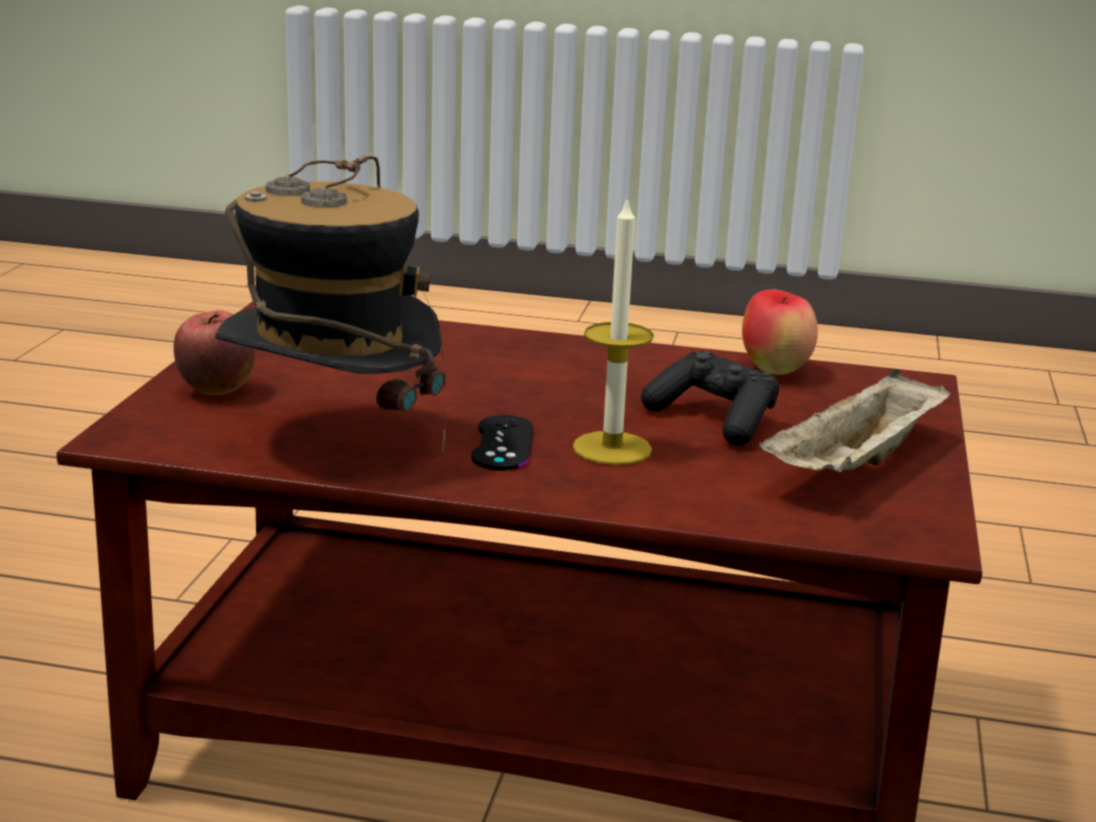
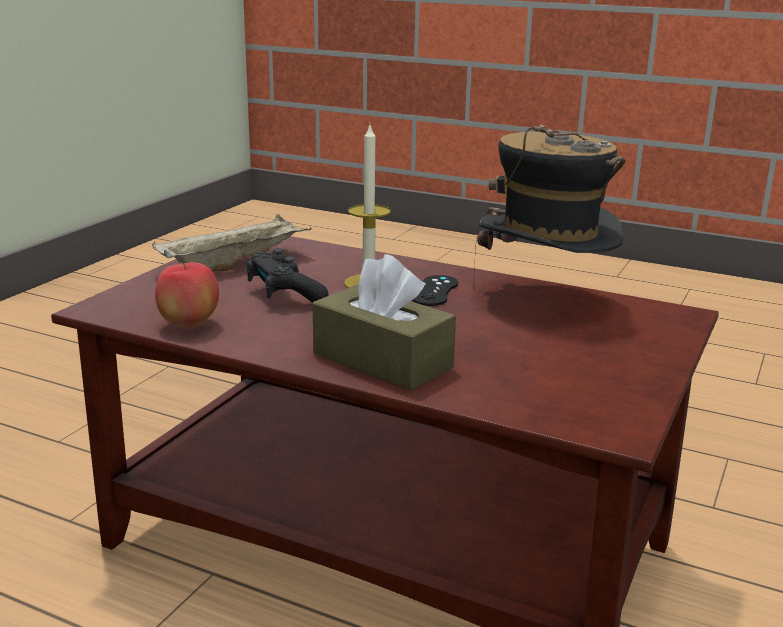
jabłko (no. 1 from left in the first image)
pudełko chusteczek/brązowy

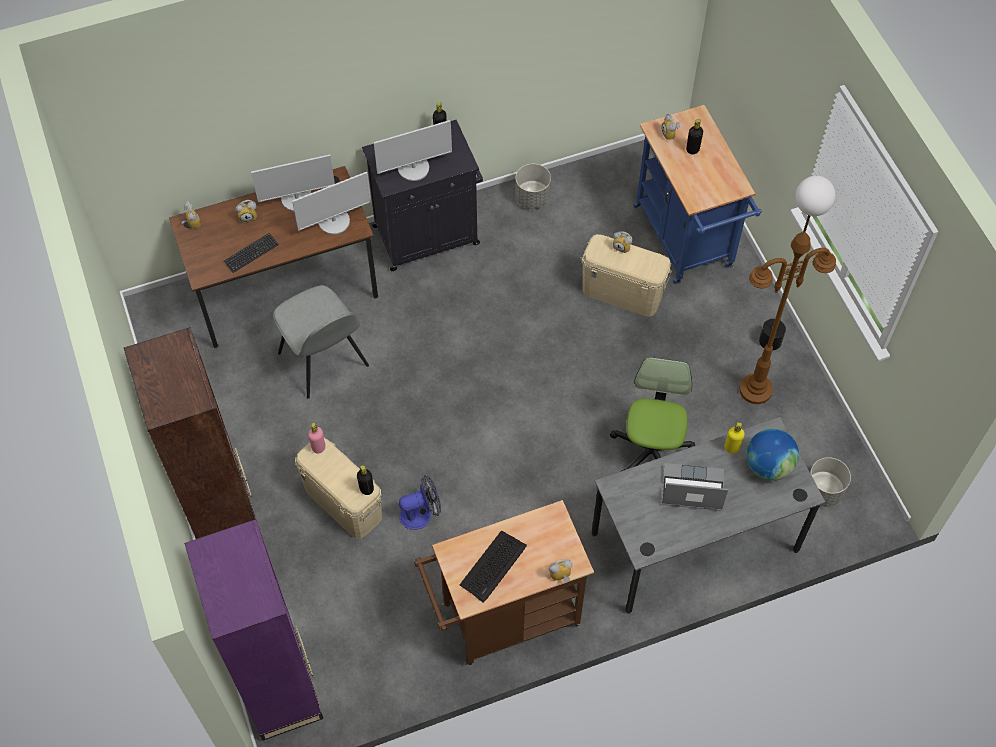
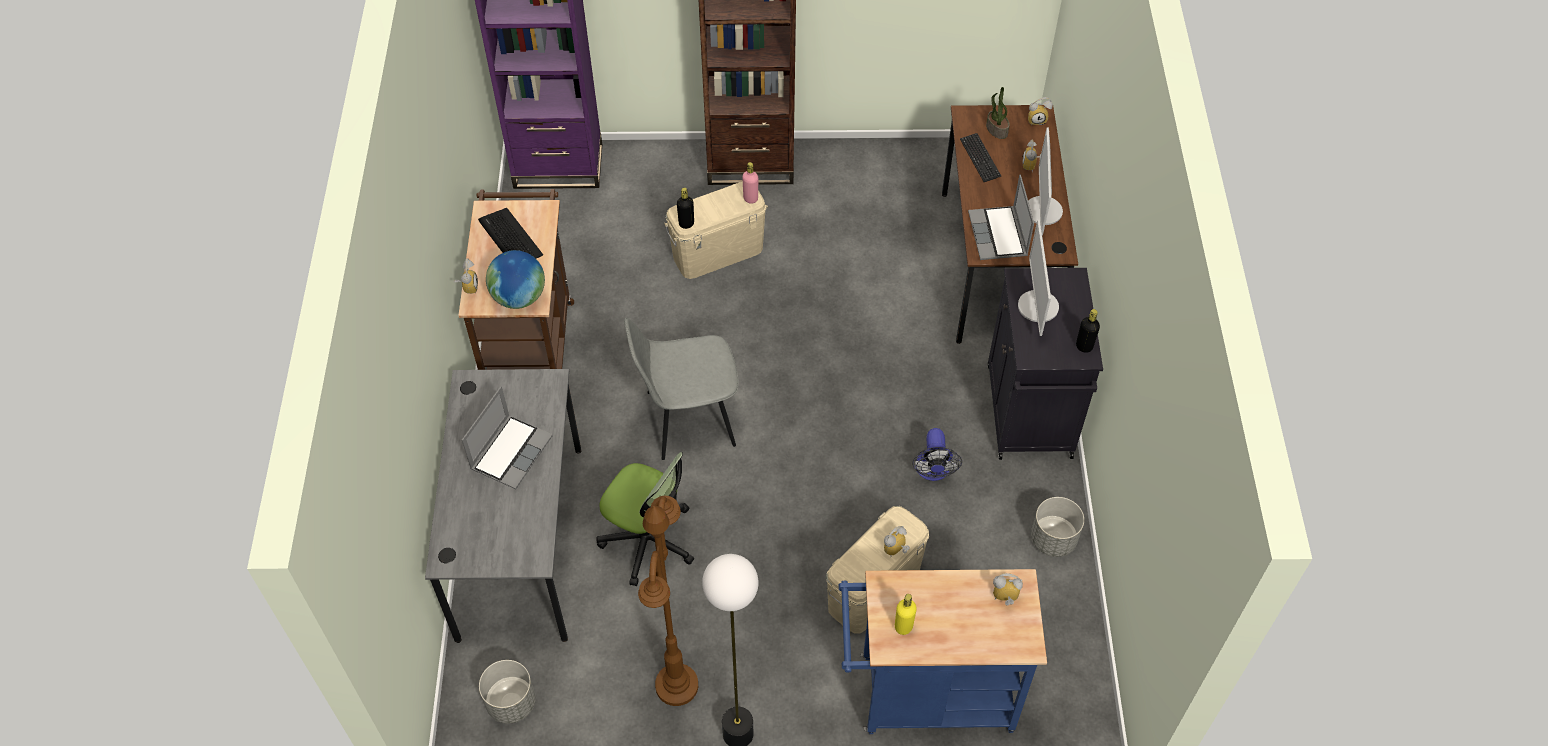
butelka/czarny (no. 3 from left in the first image)
roślina doniczkowa
krzesło/szary
wentylator
butelka/żółty
globus
laptop (no. 2 from left)

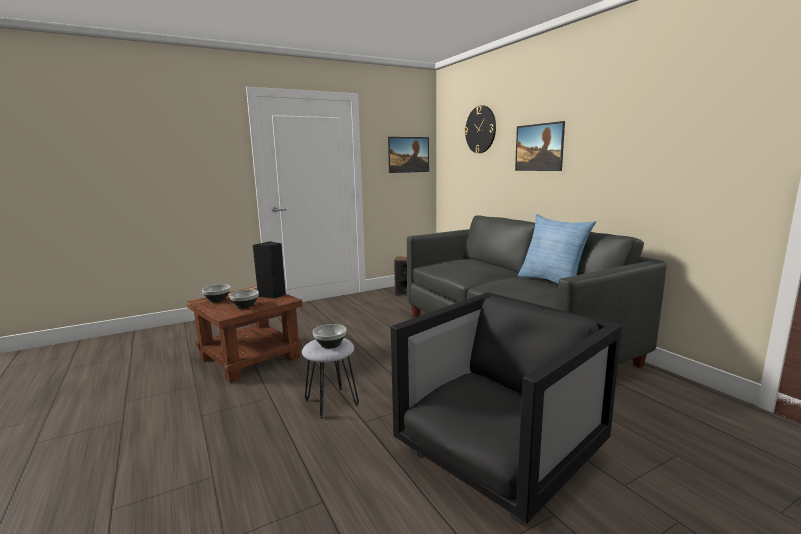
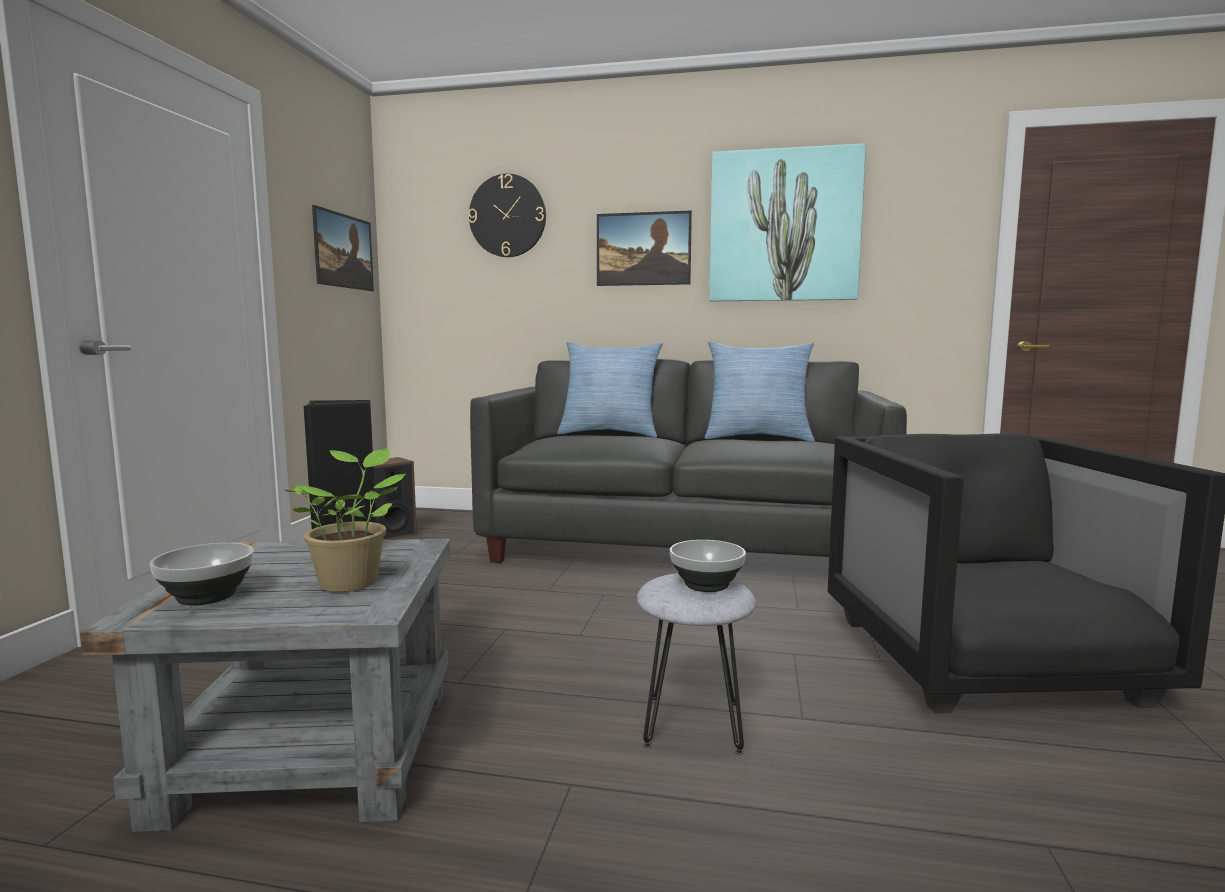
poduszka (no. 1 from left)
obraz (no. 3 from left)
roślina doniczkowa
stolik/szary

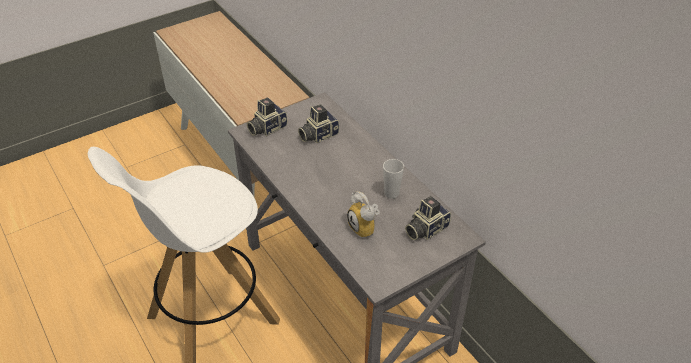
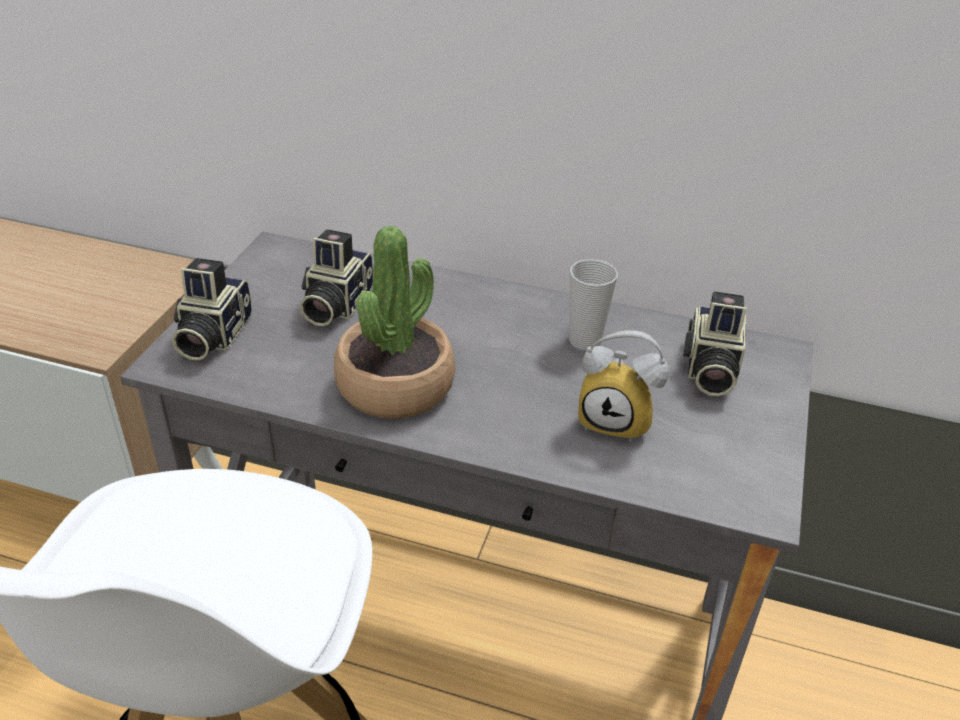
roślina doniczkowa

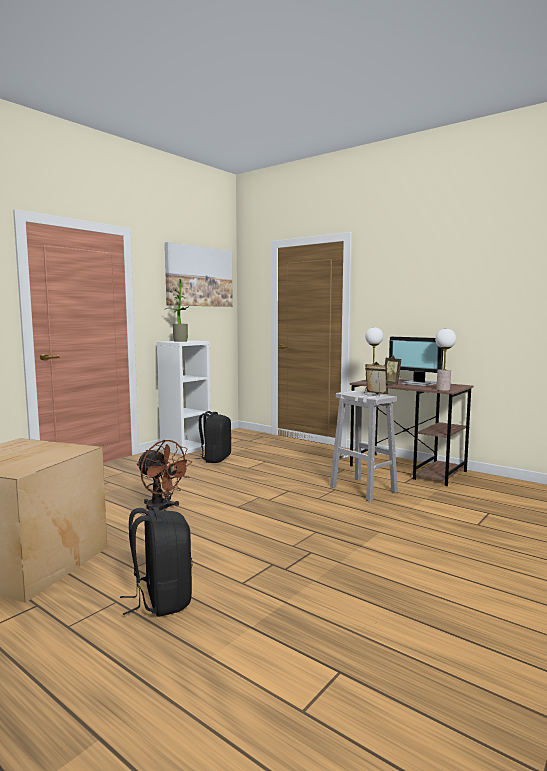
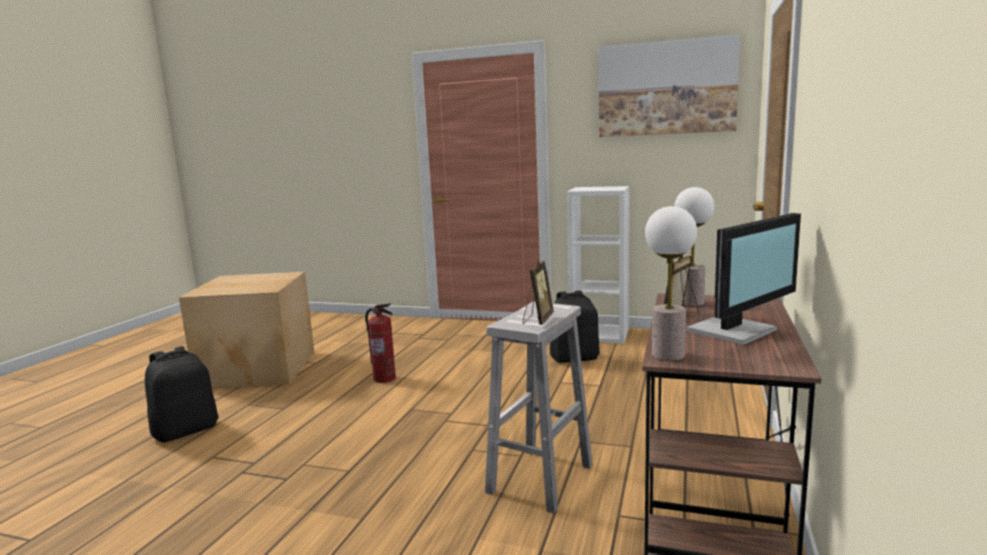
roślina doniczkowa
gaśnica
monitor

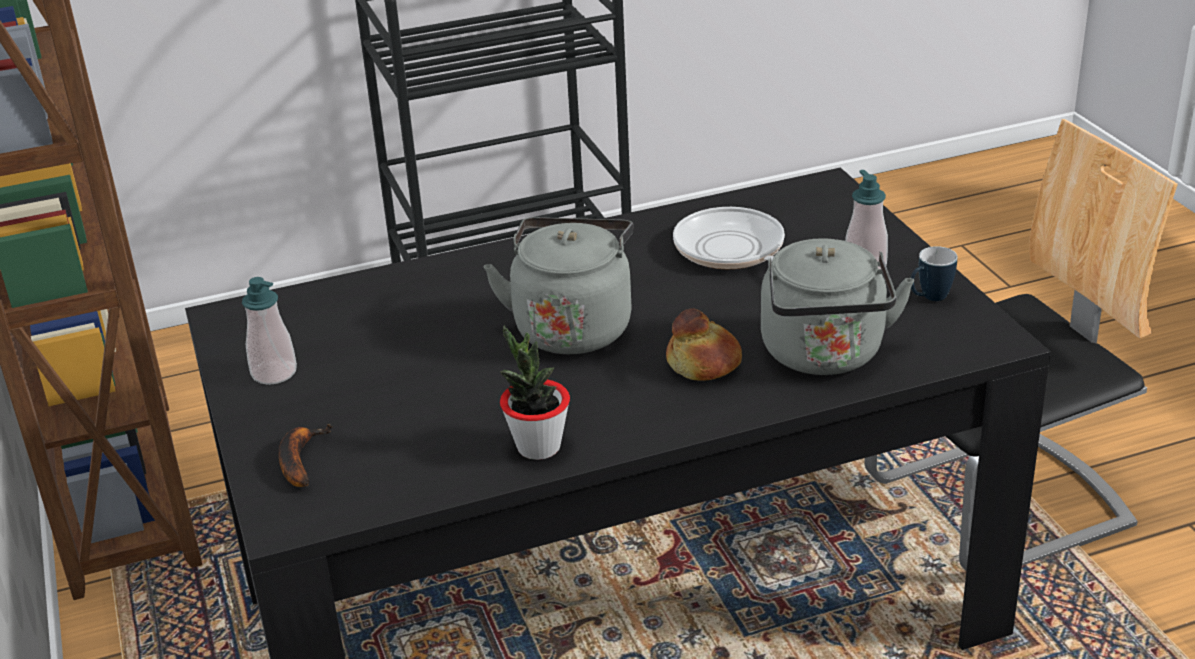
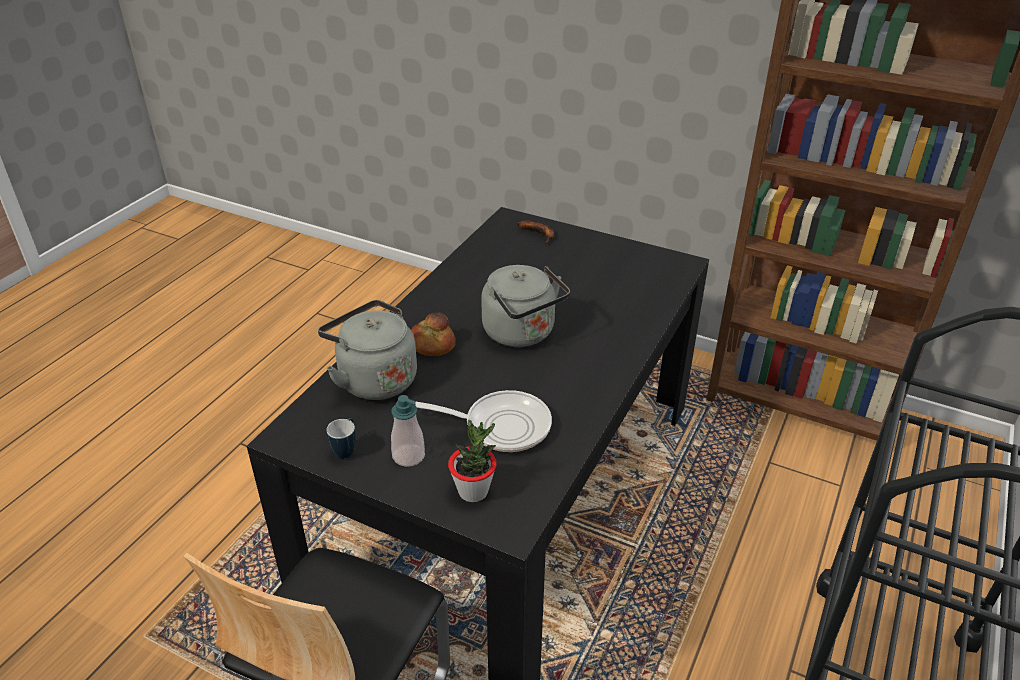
dozownik mydła (no. 1 from left in the first image)
roślina doniczkowa

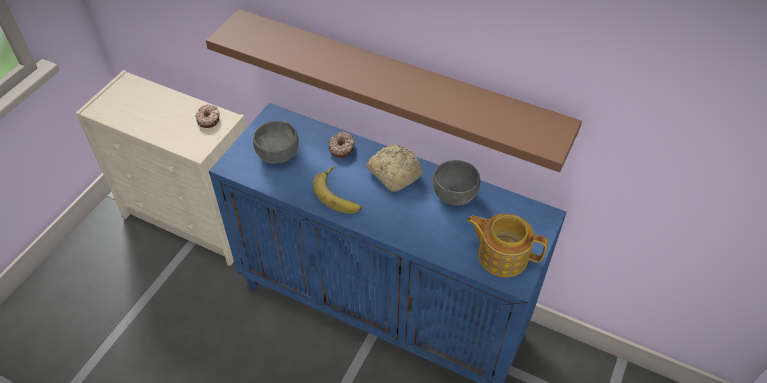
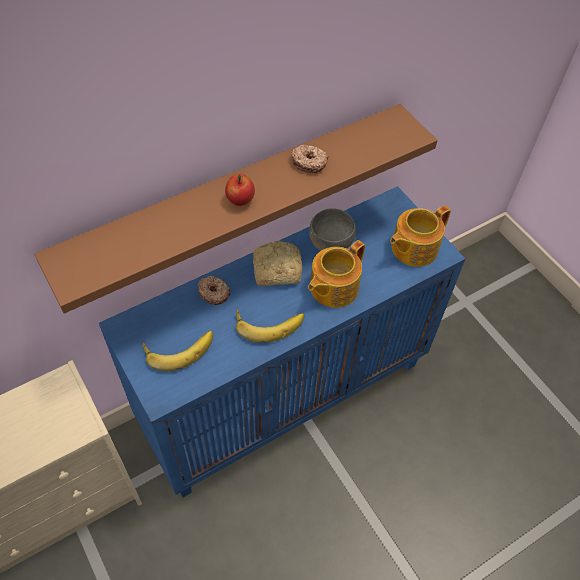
jabłko
imbryk (no. 1 from left)
donut (no. 2 from left)
banan (no. 1 from left)

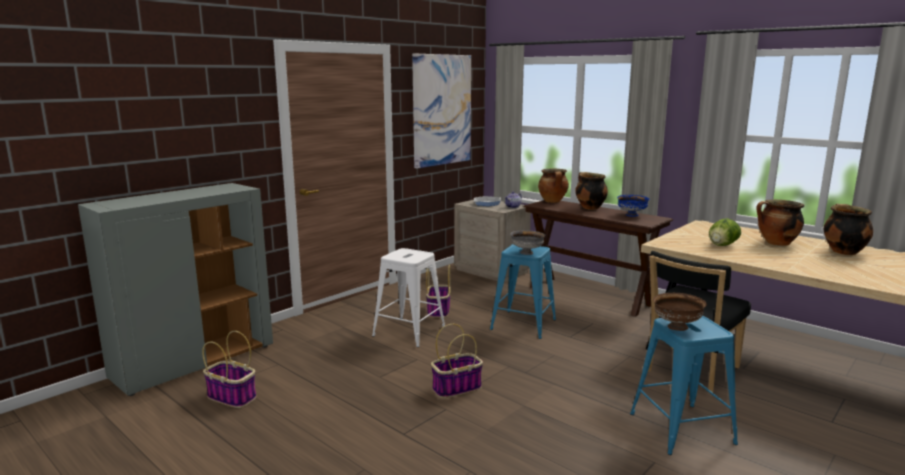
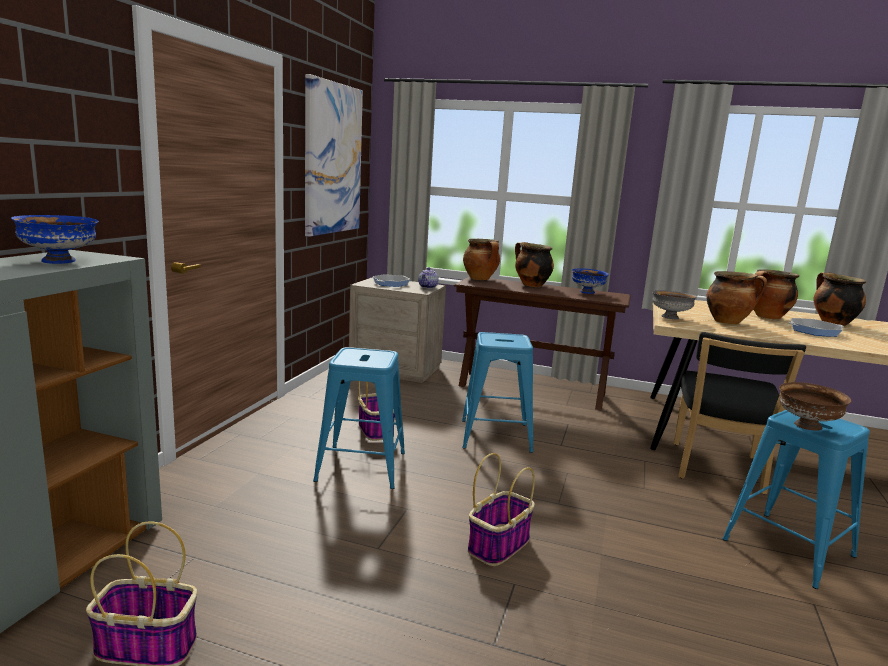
miska/niebieski (no. 1 from left)
patelnia (no. 2 from left)
miska/szary
garnek (no. 3 from left)
stołek/niebieski (no. 1 from left)

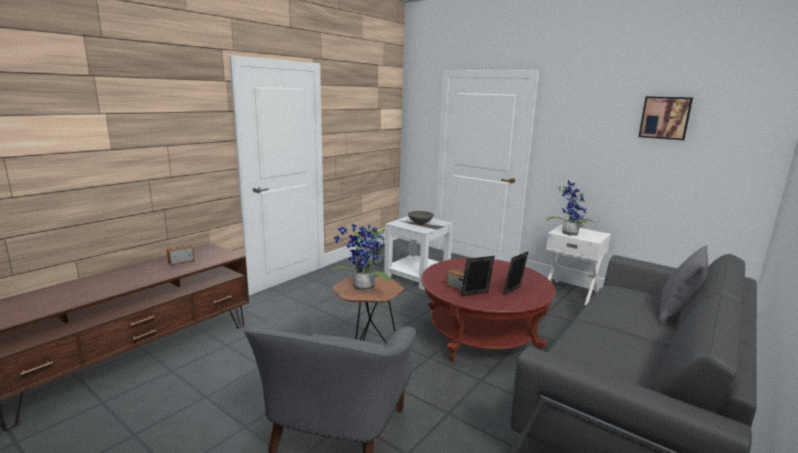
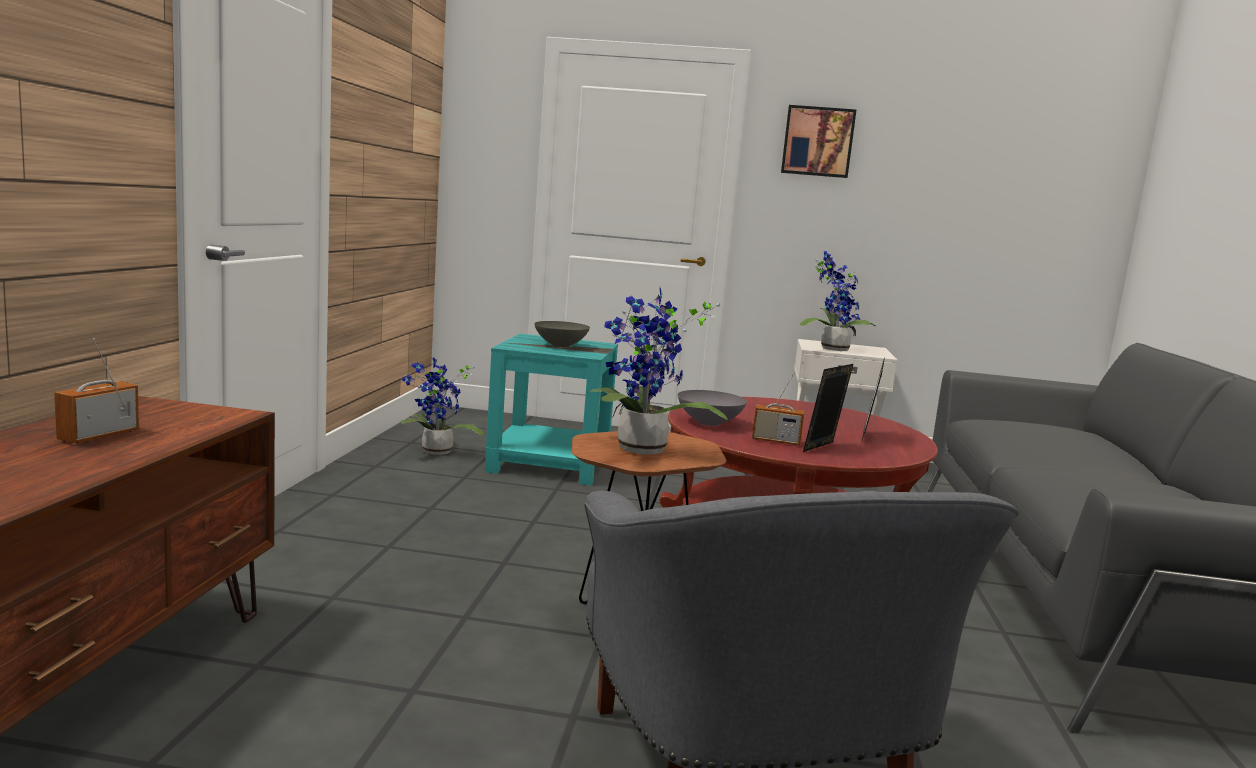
poduszka/szary
miska/szary (no. 2 from left)
obraz
stolik/turkusowy

